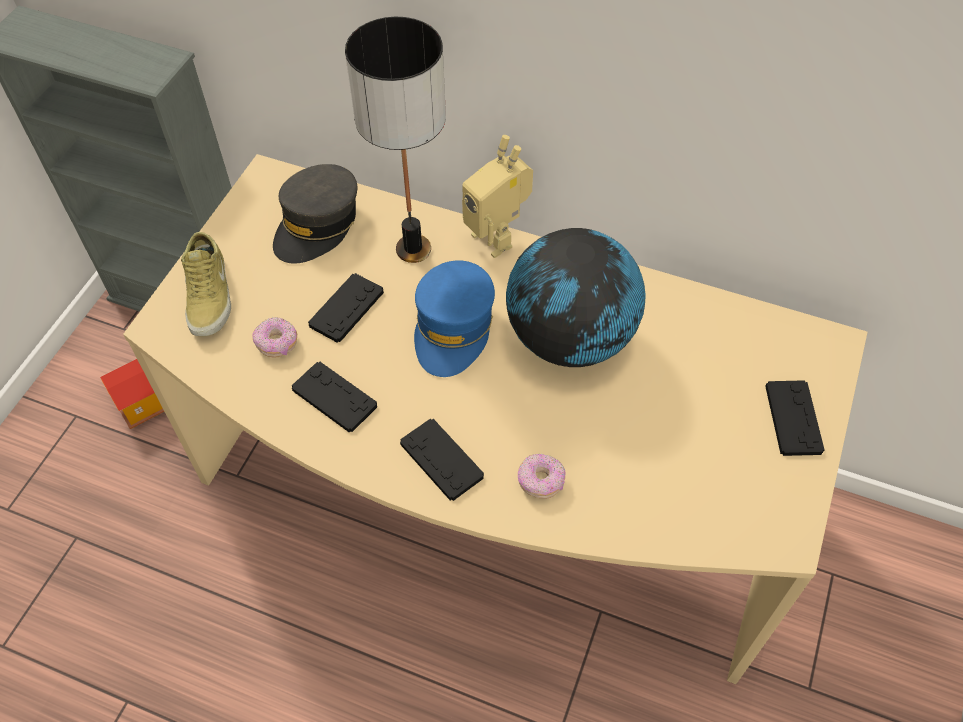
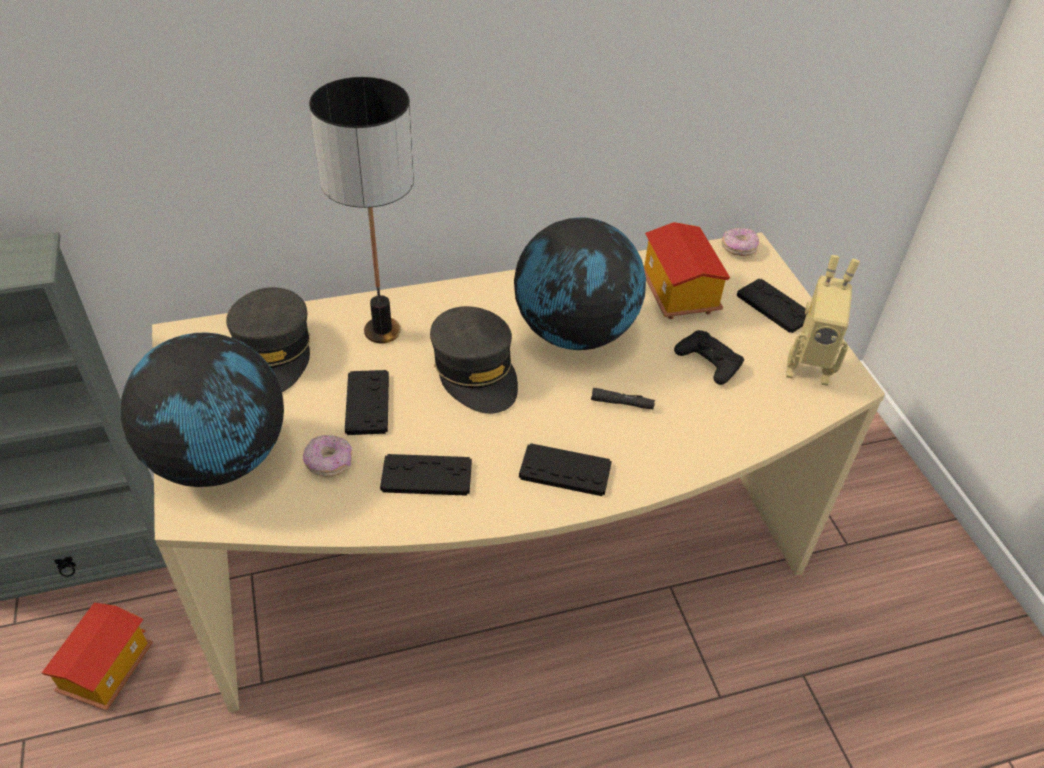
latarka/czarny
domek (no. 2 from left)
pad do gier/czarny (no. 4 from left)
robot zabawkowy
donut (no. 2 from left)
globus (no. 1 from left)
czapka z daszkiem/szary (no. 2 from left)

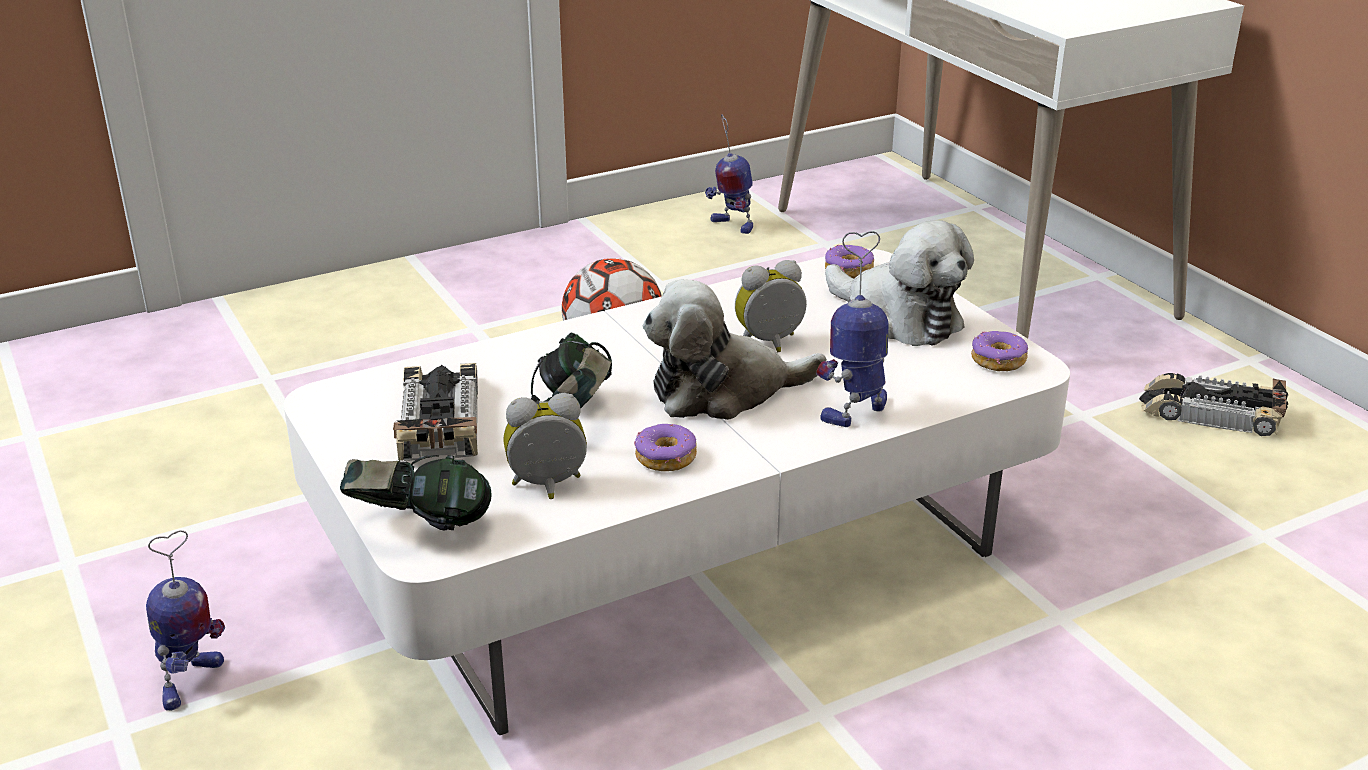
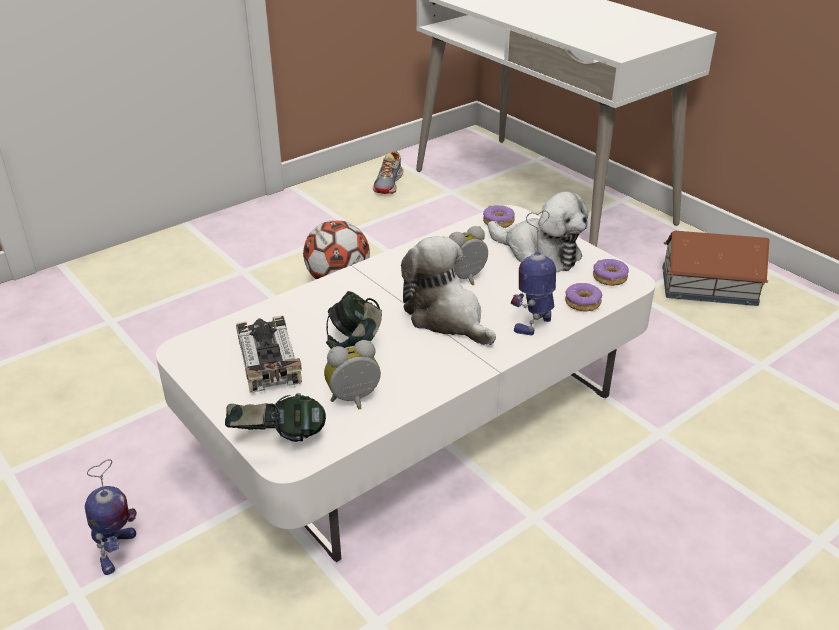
donut (no. 2 from left)
but
domek
pluszak (no. 1 from left)

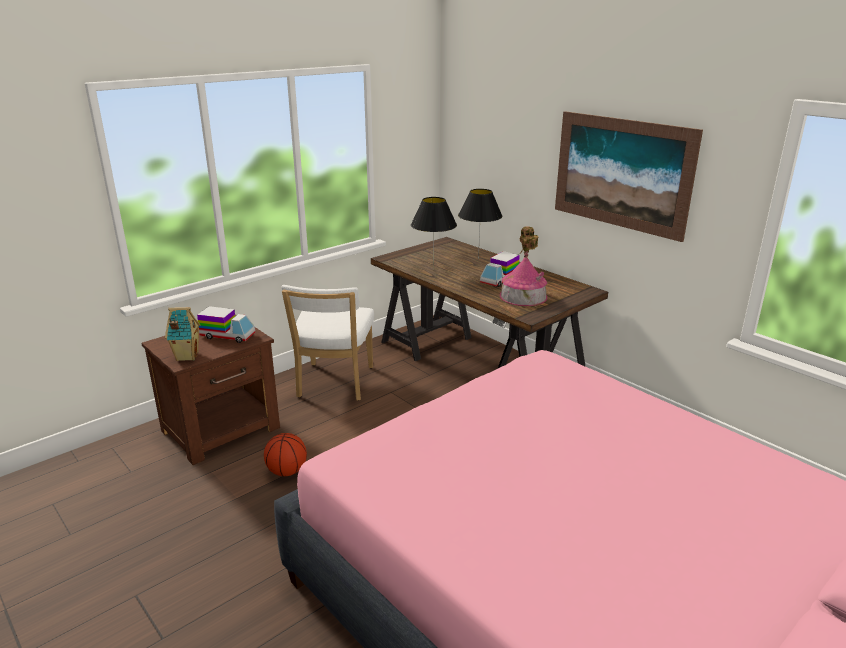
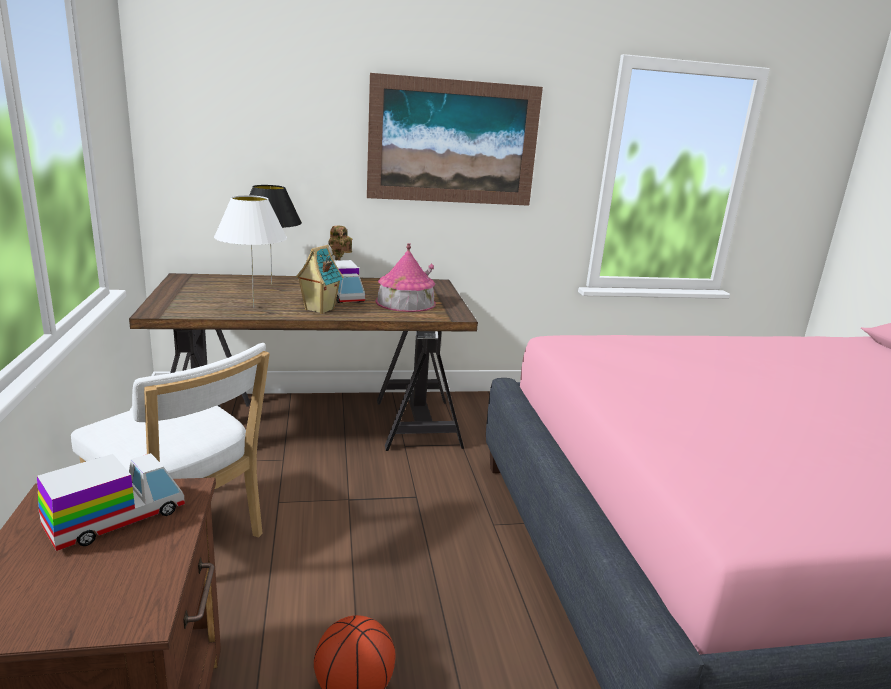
domek (no. 1 from left)
lampa stołowa/biały

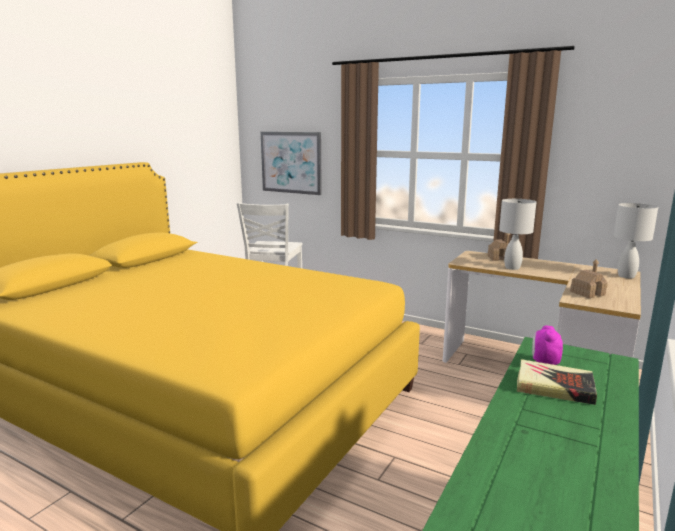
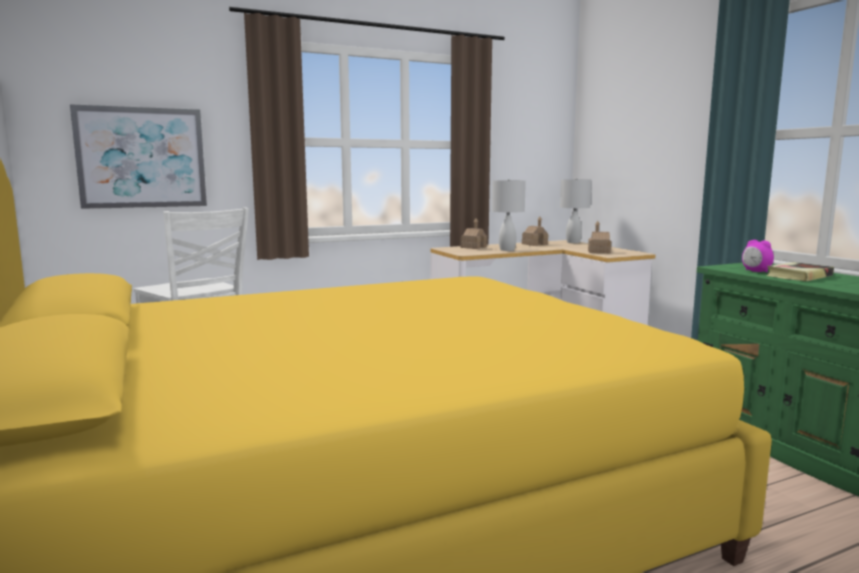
domek (no. 2 from left)

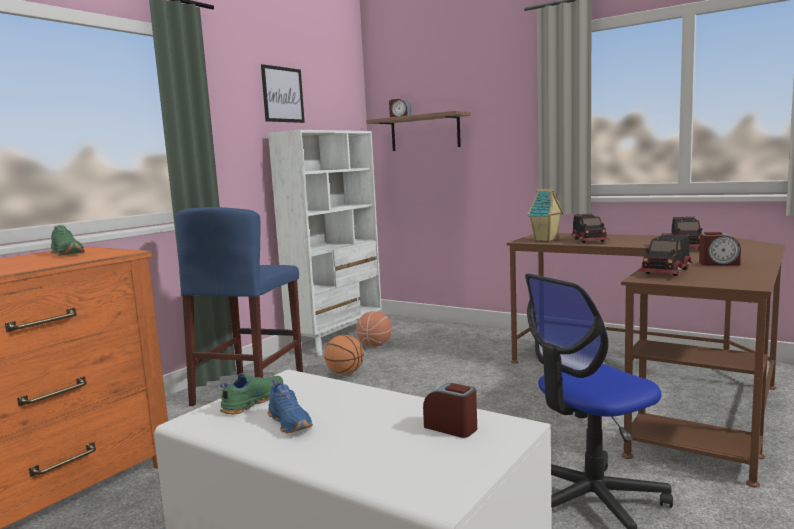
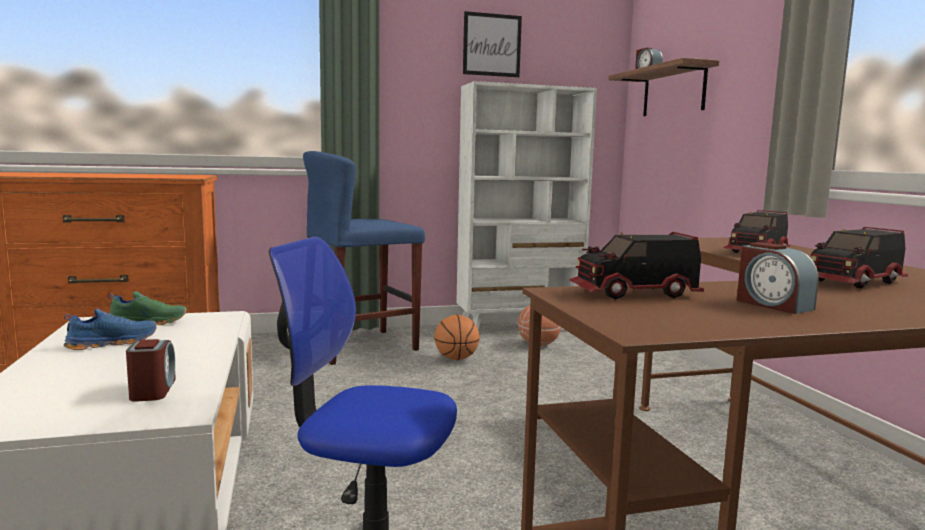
but/zielony (no. 1 from left in the first image)
domek
but/niebieski

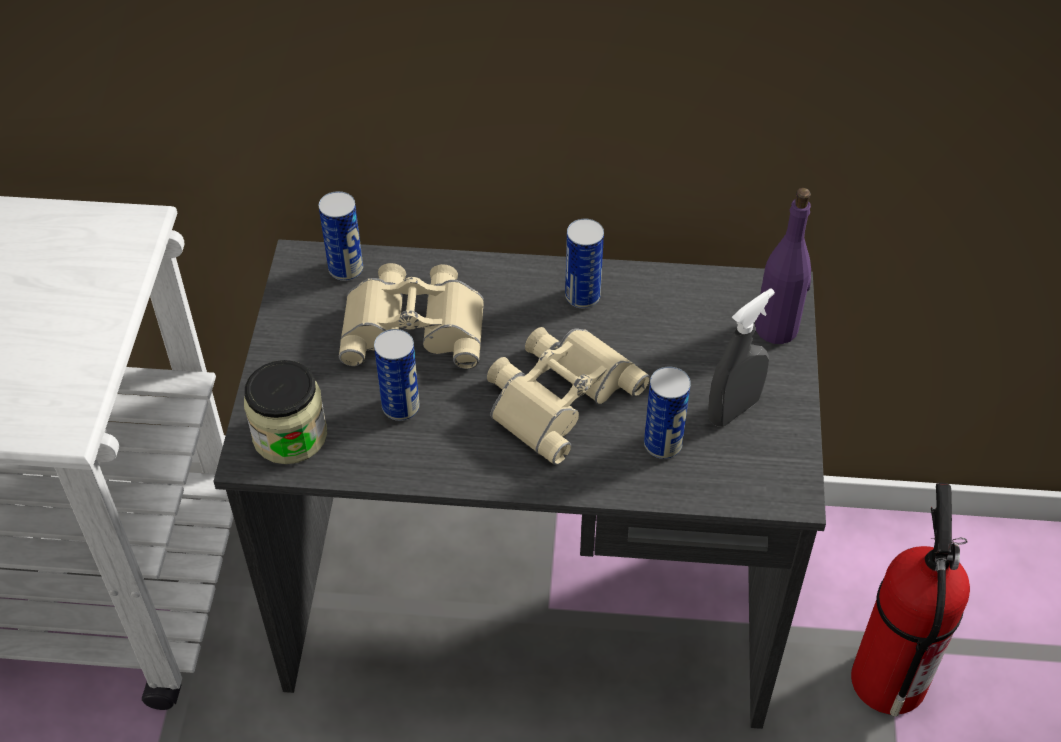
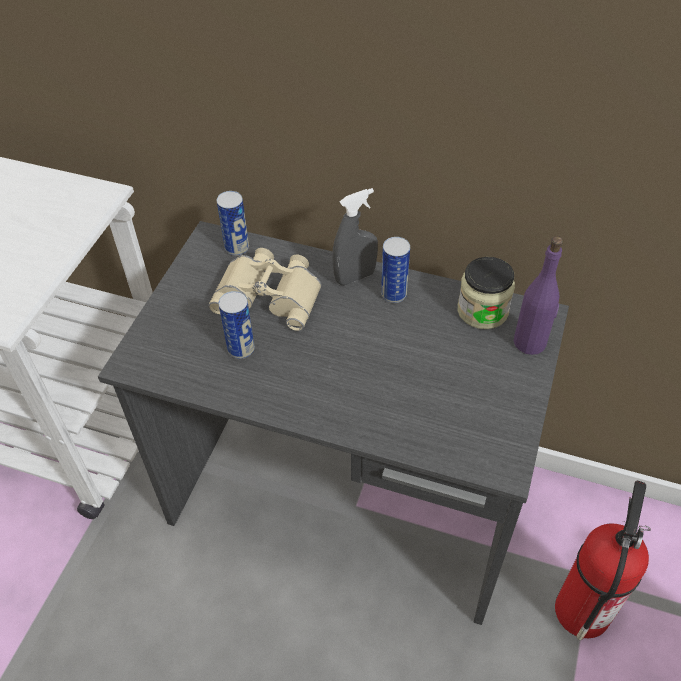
lornetka/beżowy (no. 2 from left in the first image)
puszka (no. 4 from left in the first image)
słoik
spryskiwacz/szary

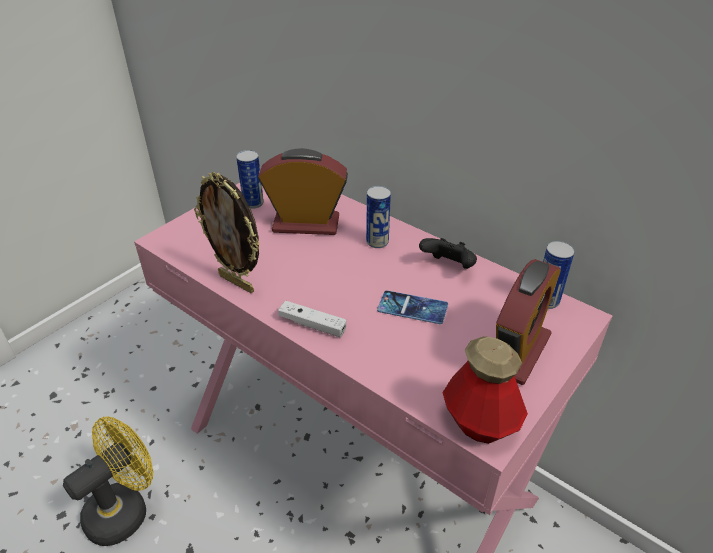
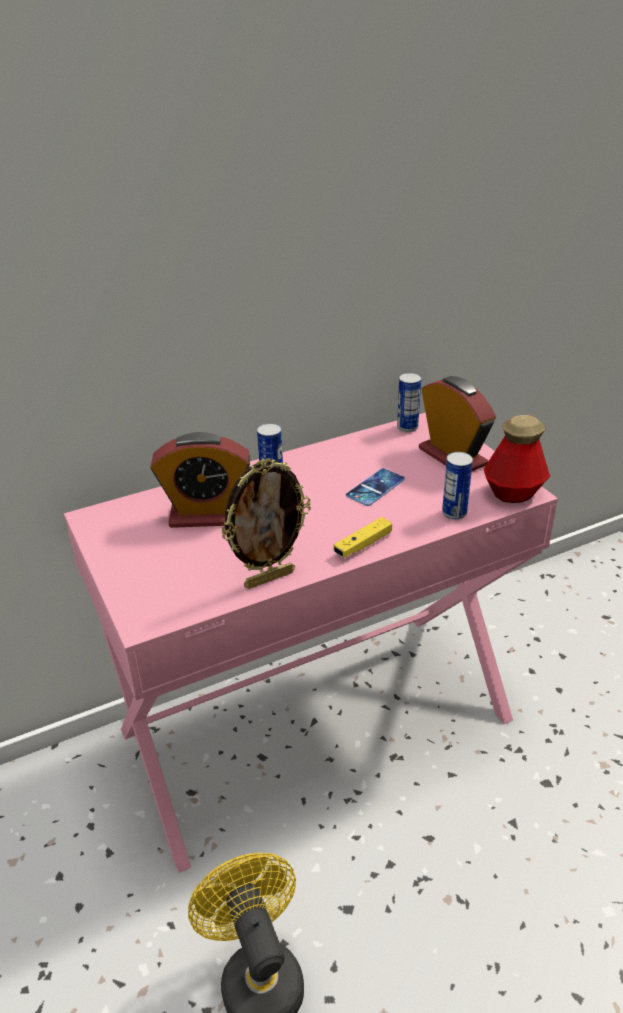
pad do gier/czarny
puszka (no. 3 from left)
pad do gier/żółty
budzik (no. 1 from left)

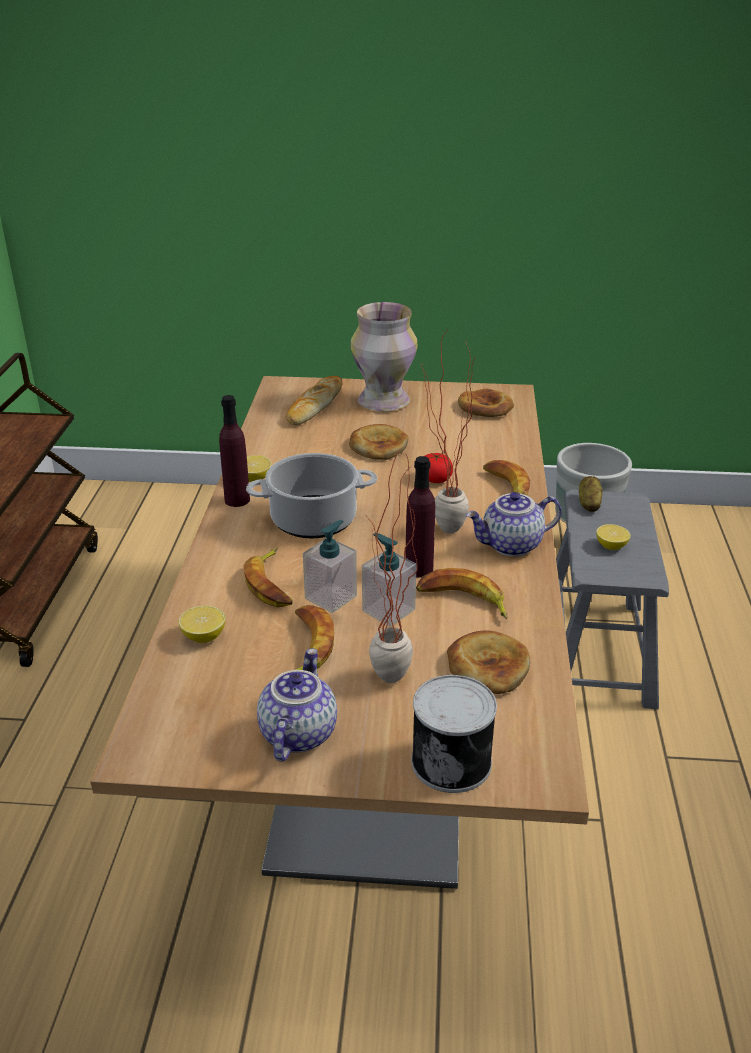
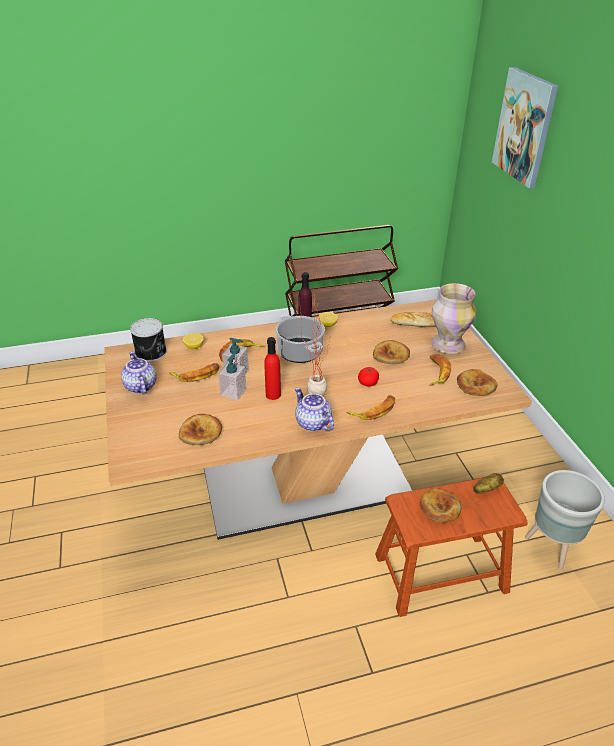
roślina doniczkowa (no. 1 from left in the first image)
obraz
puszka
banan (no. 4 from left)
chleb (no. 4 from left)
butelka/czerwony
stołek/brązowy
imbryk (no. 1 from left)

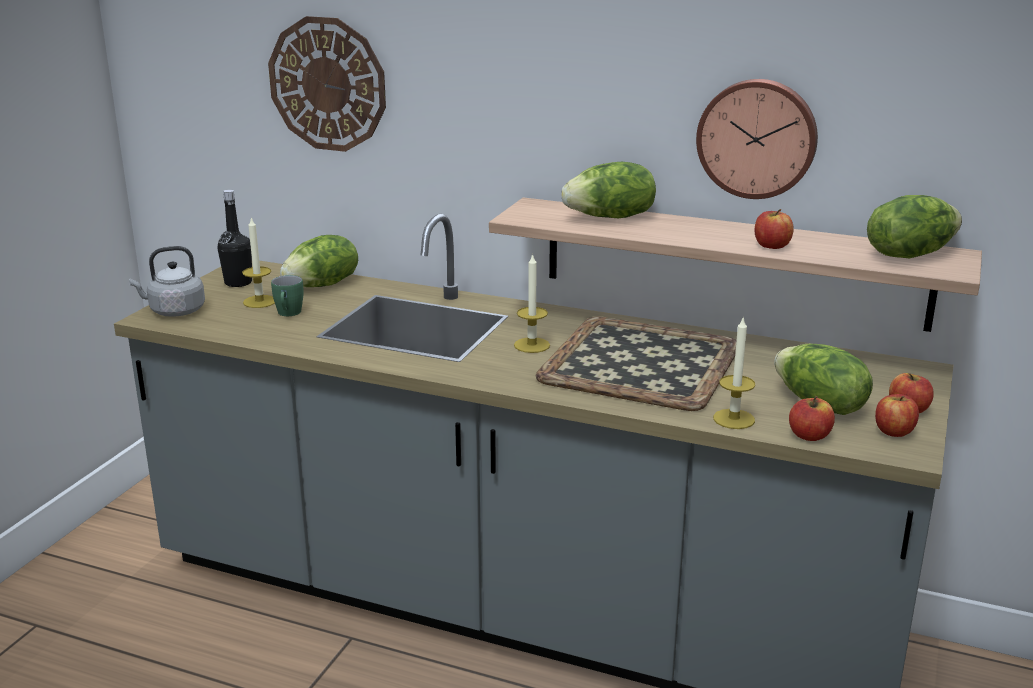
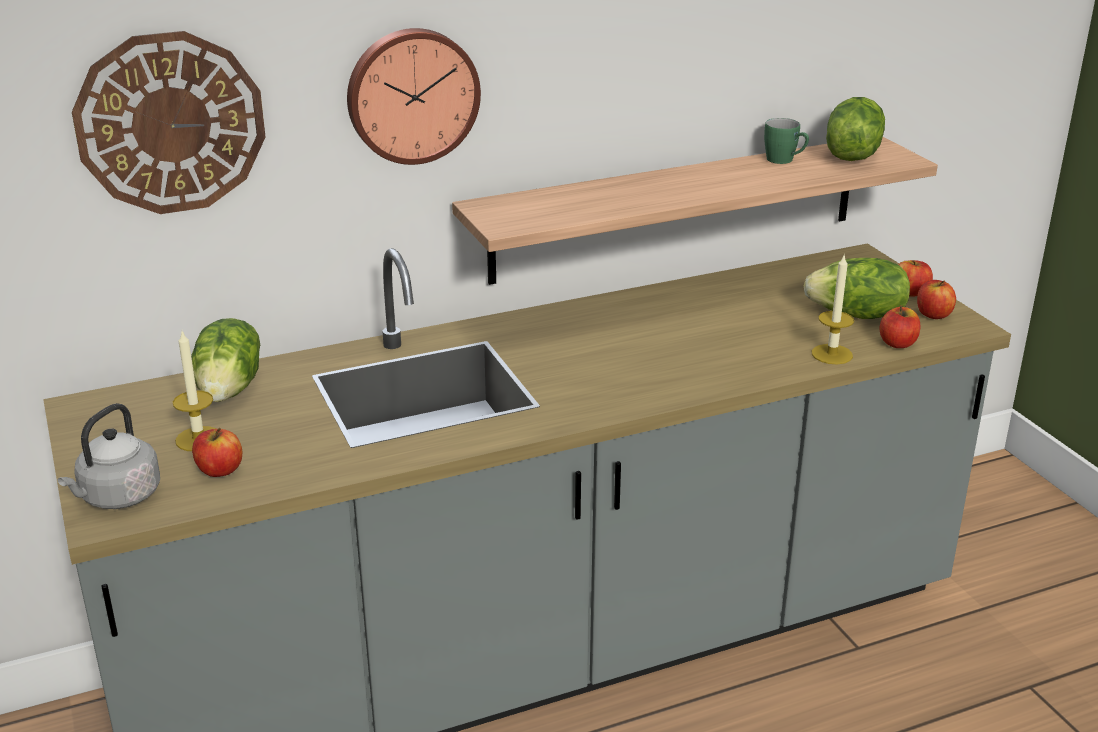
butelka/czarny
świeca (no. 2 from left in the first image)
taca
sałata (no. 2 from left in the first image)
kubek/zielony
zegar ścienny (no. 2 from left)
jabłko (no. 1 from left)

